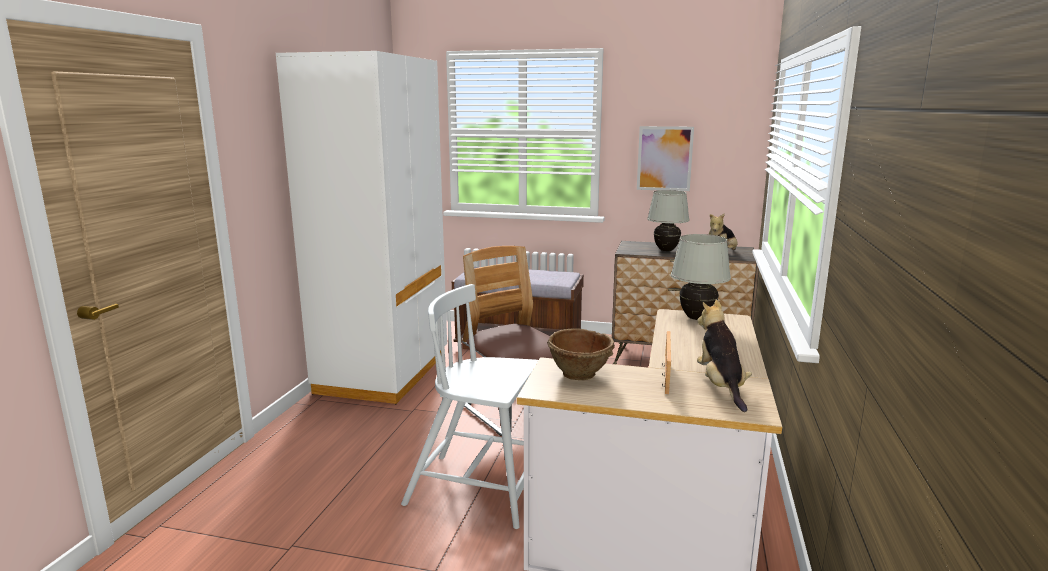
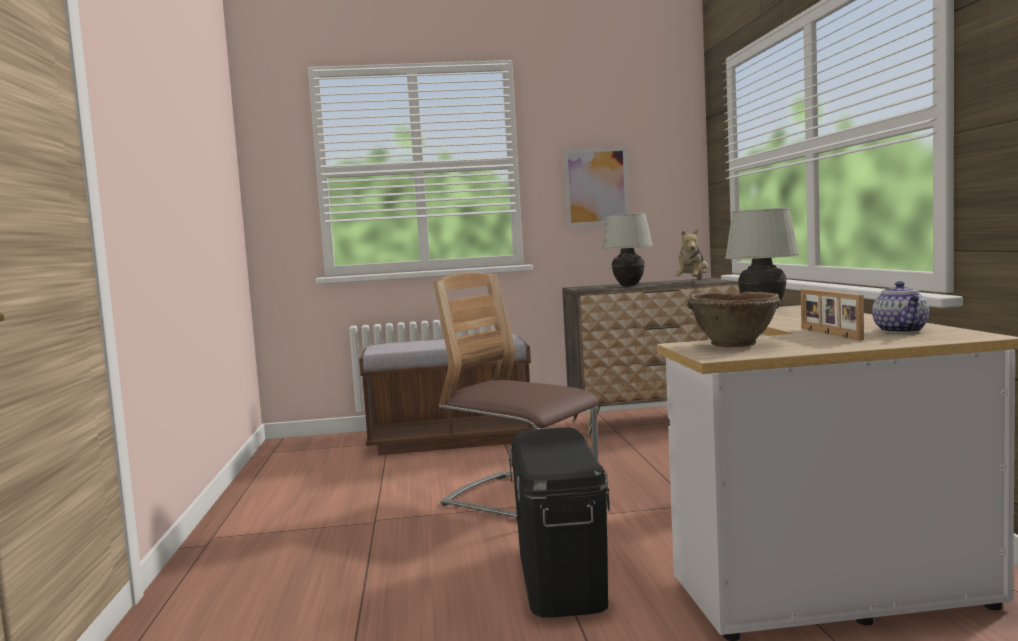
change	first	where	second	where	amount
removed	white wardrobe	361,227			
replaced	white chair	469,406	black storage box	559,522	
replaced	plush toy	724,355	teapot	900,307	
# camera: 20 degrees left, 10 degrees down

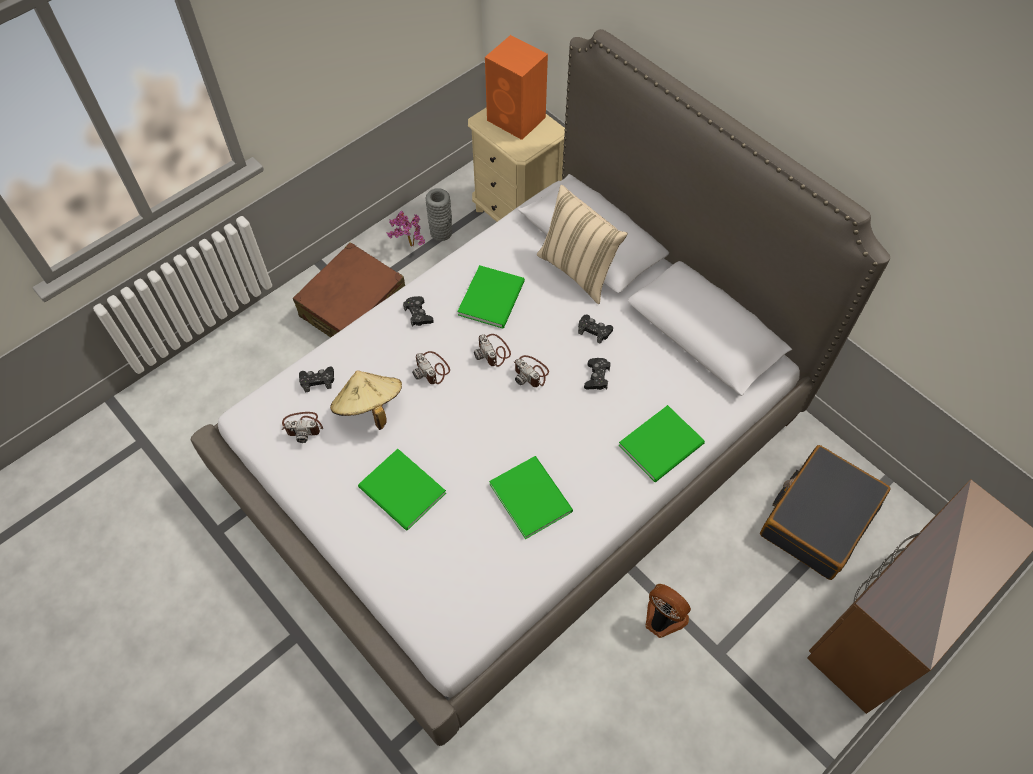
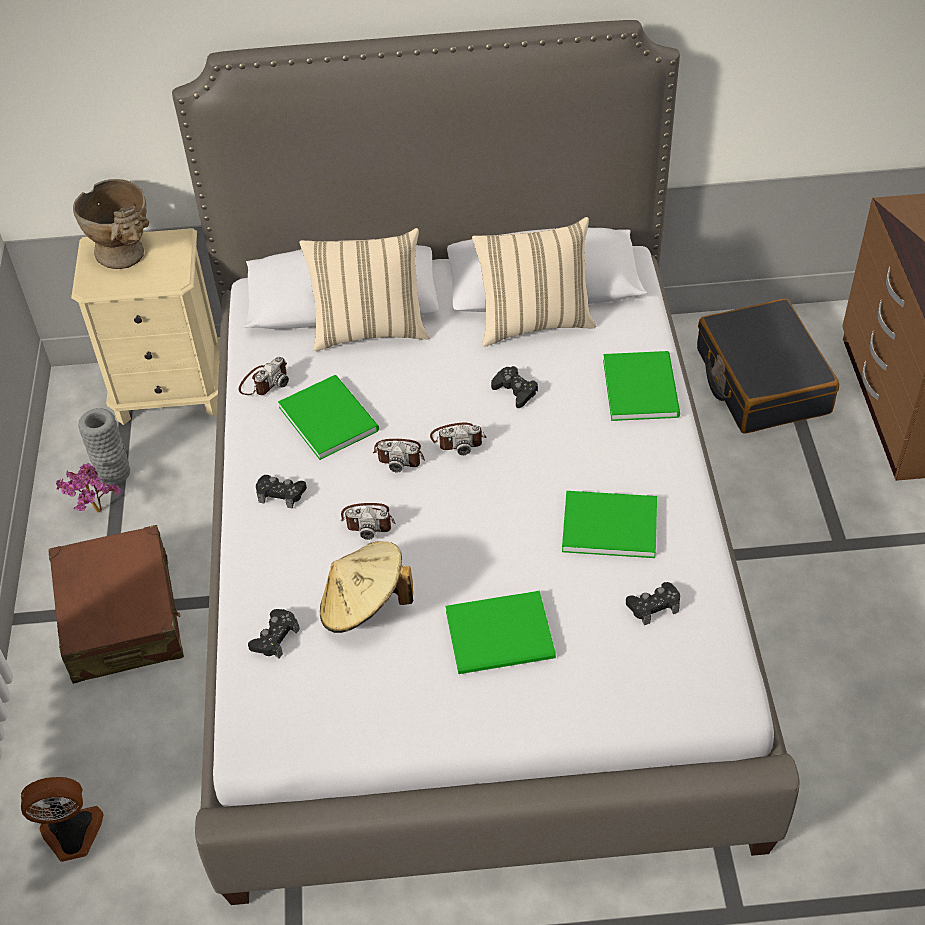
change	first	where	second	where	amount
added			beige pillow	534,282	
moved	photo camera	302,427		264,376	
moved	black game controller	595,329		653,603	
moved	fan	668,611		62,819	
replaced	orange speaker	516,87	beige vase	111,224	
# camera: 50 degrees left, 10 degrees down

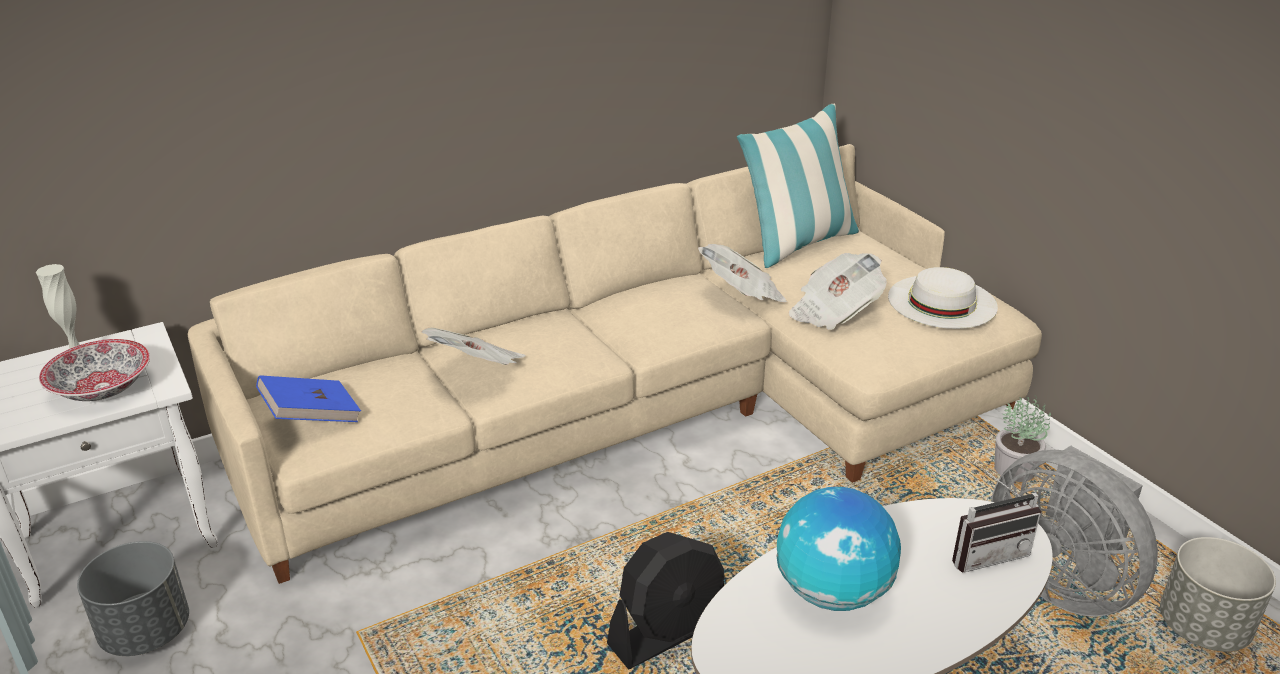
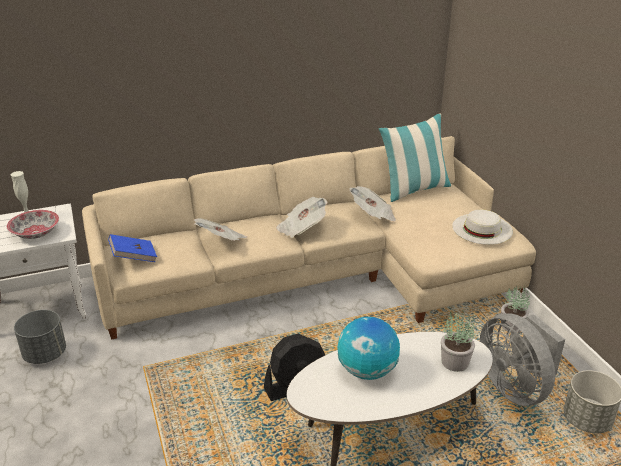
change	first	where	second	where	amount
moved	newspaper	838,291		302,217	
replaced	radio	996,520	potted plant	458,341	
# camera: 10 degrees right, 0 degrees up

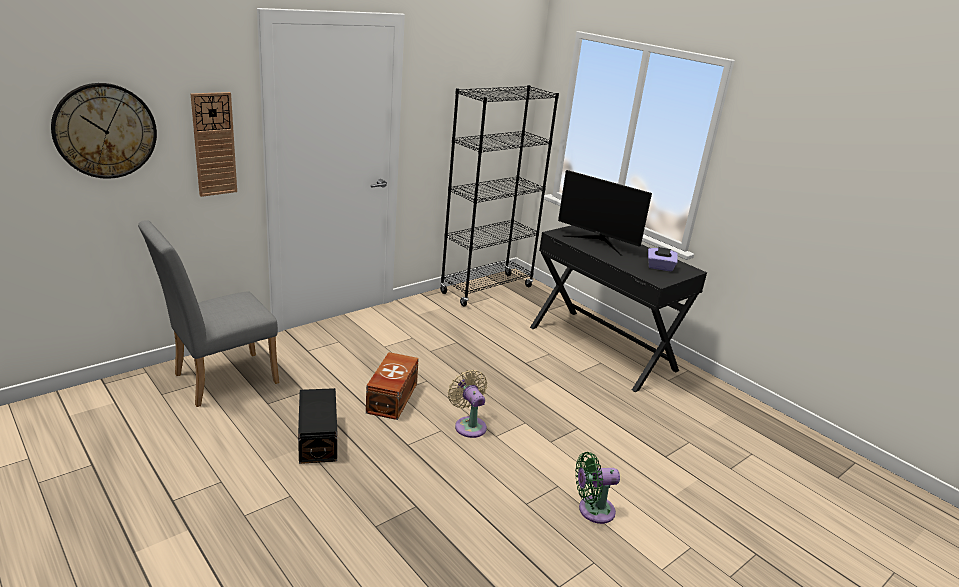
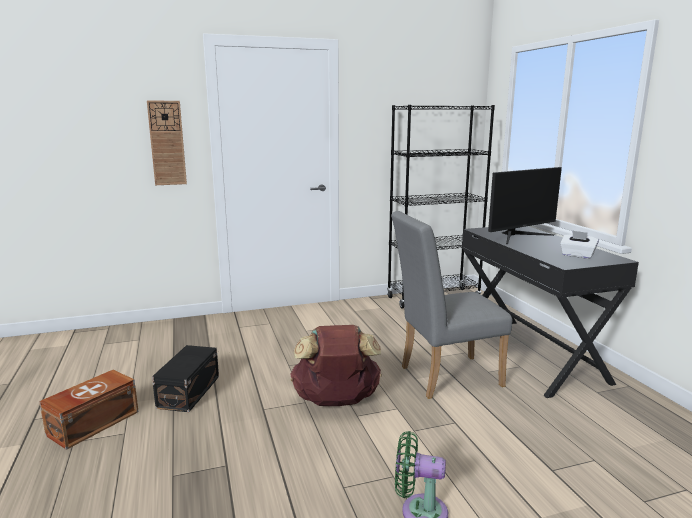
change	first	where	second	where	amount
removed	wall clock	104,131			
moved	grey chair	208,313		451,305	
moved	brown storage box	392,386		89,410	
replaced	beige fan	467,404	brown backpack	336,365	
recoloured	purple tissue box	663,259	white tissue box	579,244	
turned	monitor	605,213		525,205	90 degrees counterclockwise
# camera: 25 degrees right, 10 degrees down

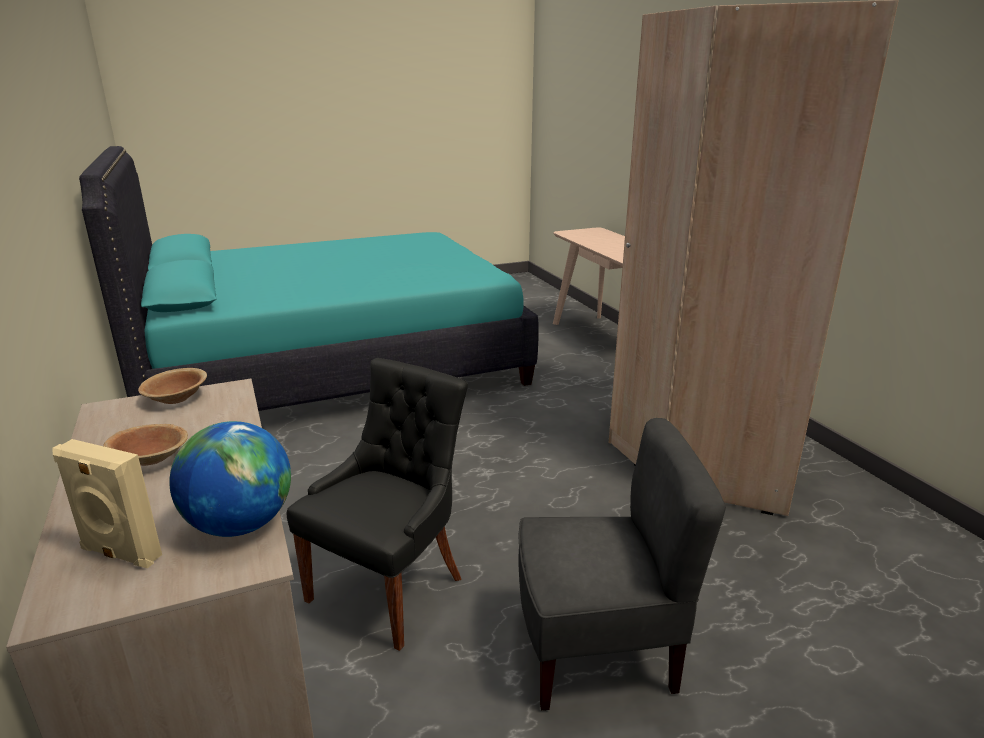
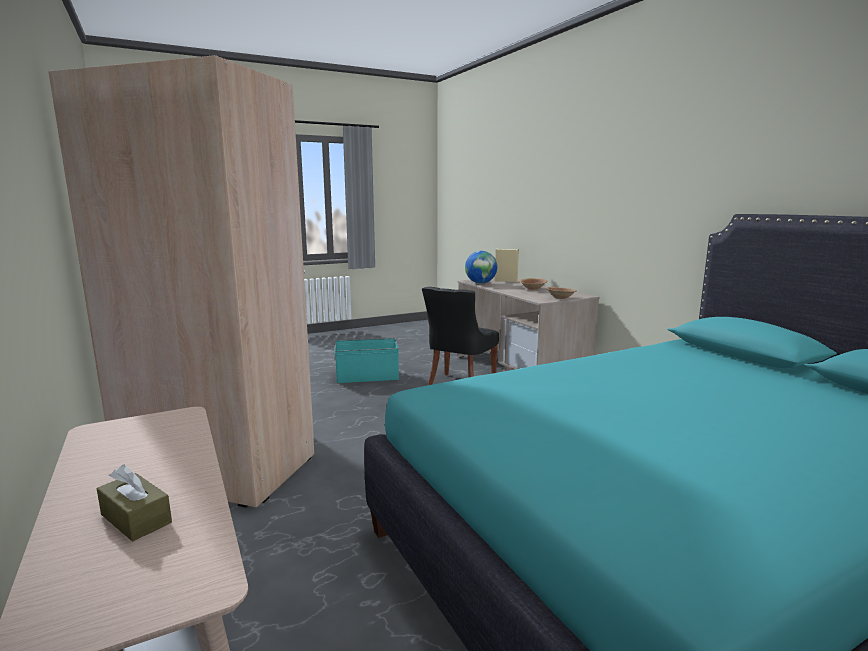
change	first	where	second	where	amount
added			brown tissue box	134,503	
replaced	grey chair	622,564	turquoise storage box	367,360	
# camera: 175 degrees right, 10 degrees down

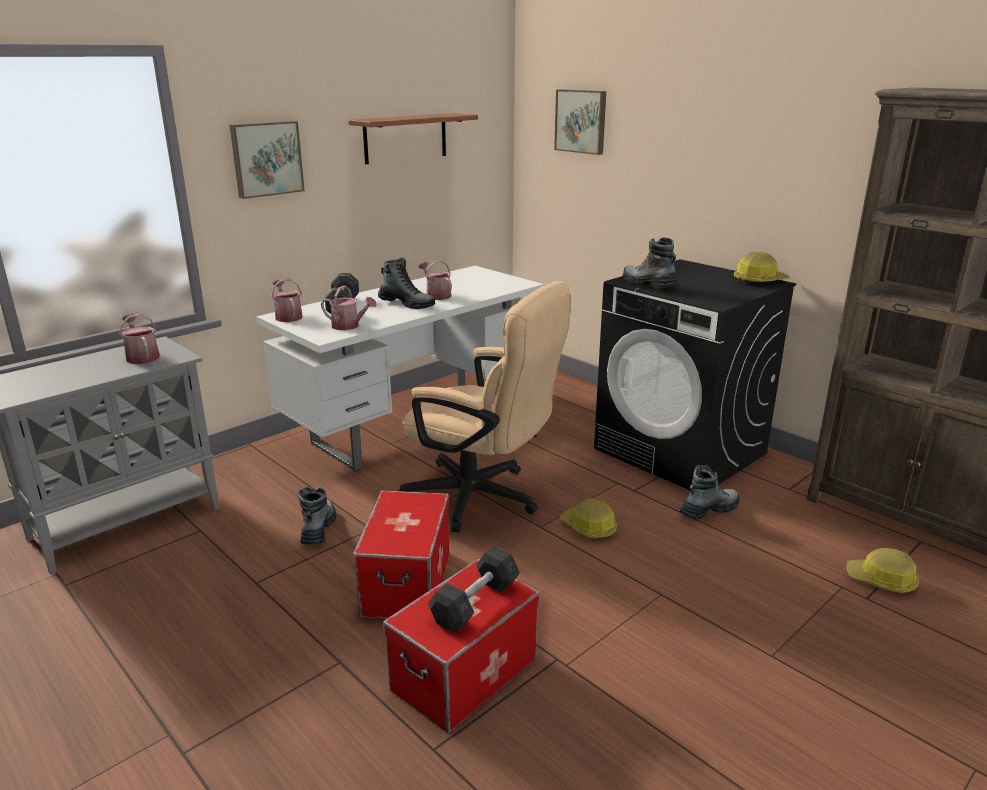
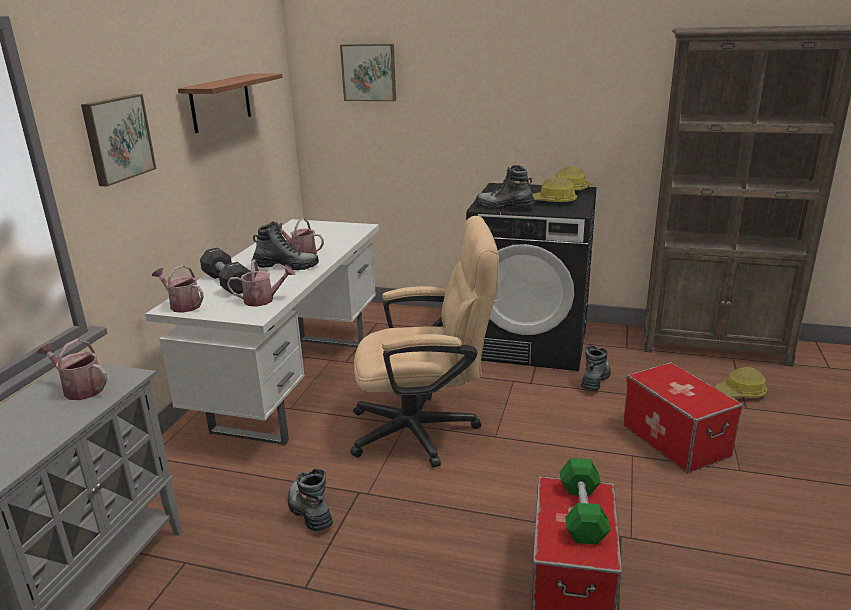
change	first	where	second	where	amount
moved	storage box	401,554		683,417	
moved	hard hat	588,519		554,190	
recoloured	grey dumbbell	474,589	green dumbbell	585,501	
# camera: 30 degrees left, 0 degrees up

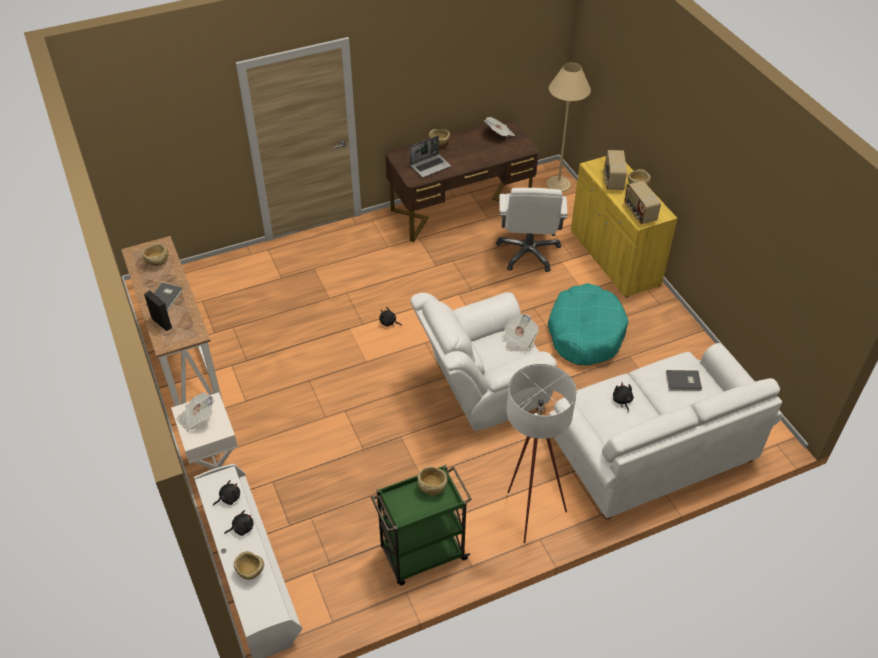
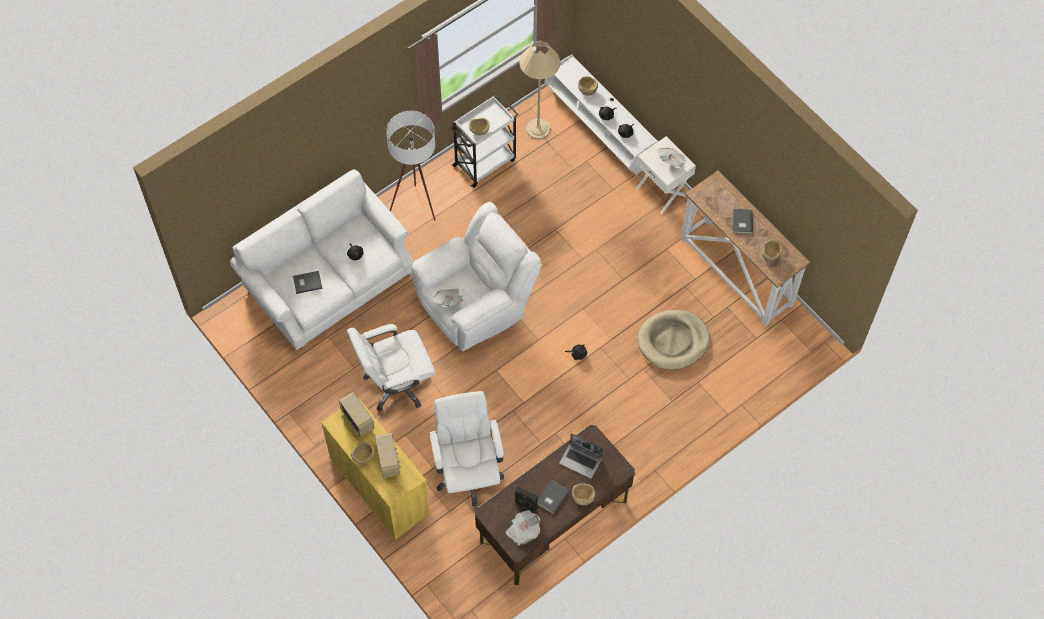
change	first	where	second	where	amount
added			grey book	553,497	
added			beige dog bed	674,340	
moved	black speaker	158,311		526,499	
moved	beige floor lamp	568,127		539,90	
replaced	turquoise dog bed	588,324	white office chair	391,367	
recoloured	green cart	421,525	white cart	484,141	
turned	laptop	430,157		581,456	105 degrees counterclockwise
# camera: 165 degrees right, 15 degrees up

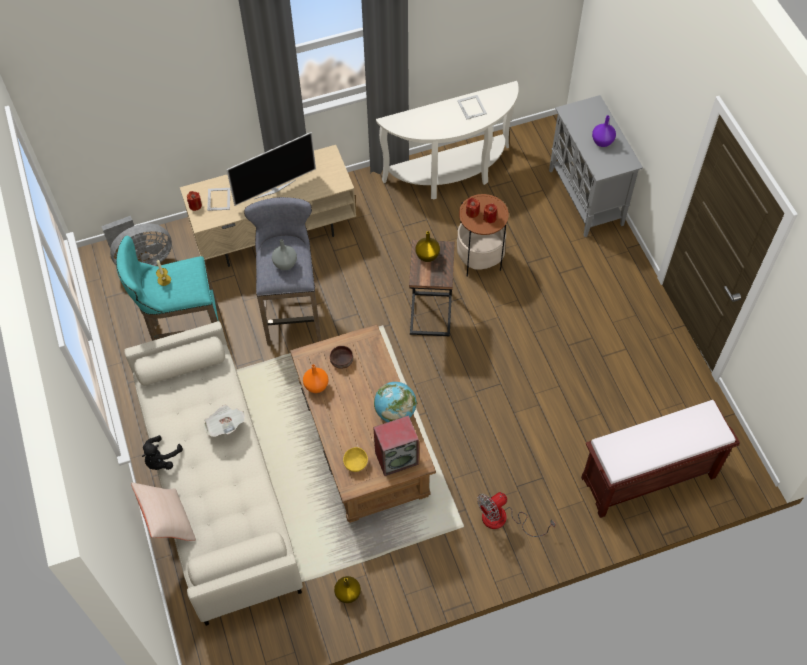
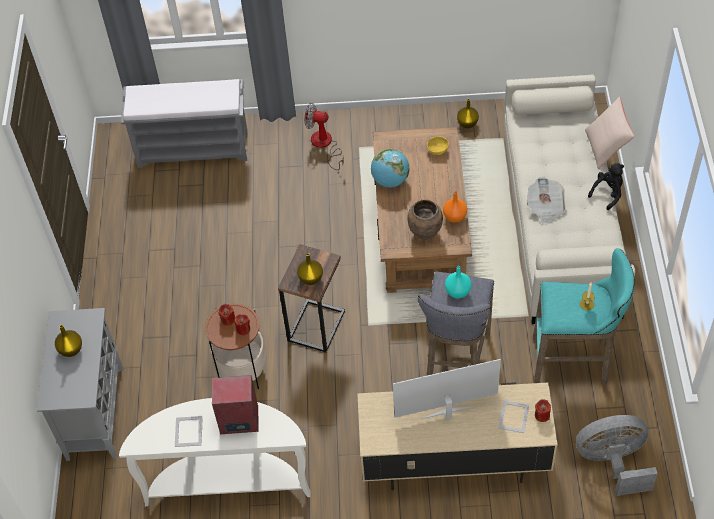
change	first	where	second	where	amount
moved	speaker	396,445		235,404	
replaced	brown bowl	341,357	brown vase	425,219	
recoloured	grey vase	284,254	turquoise vase	458,282	
recoloured	brown bench	660,459	grey bench	184,123	
recoloured	purple vase	604,131	yellow vase	68,341	
turned	fan	516,514		324,136	150 degrees counterclockwise
# camera: 160 degrees left, 5 degrees down

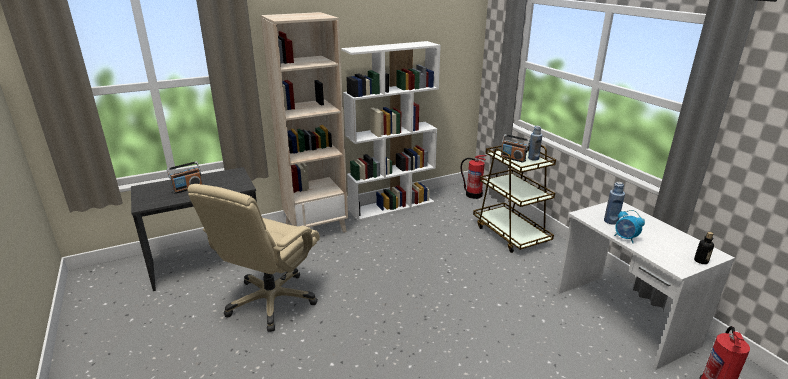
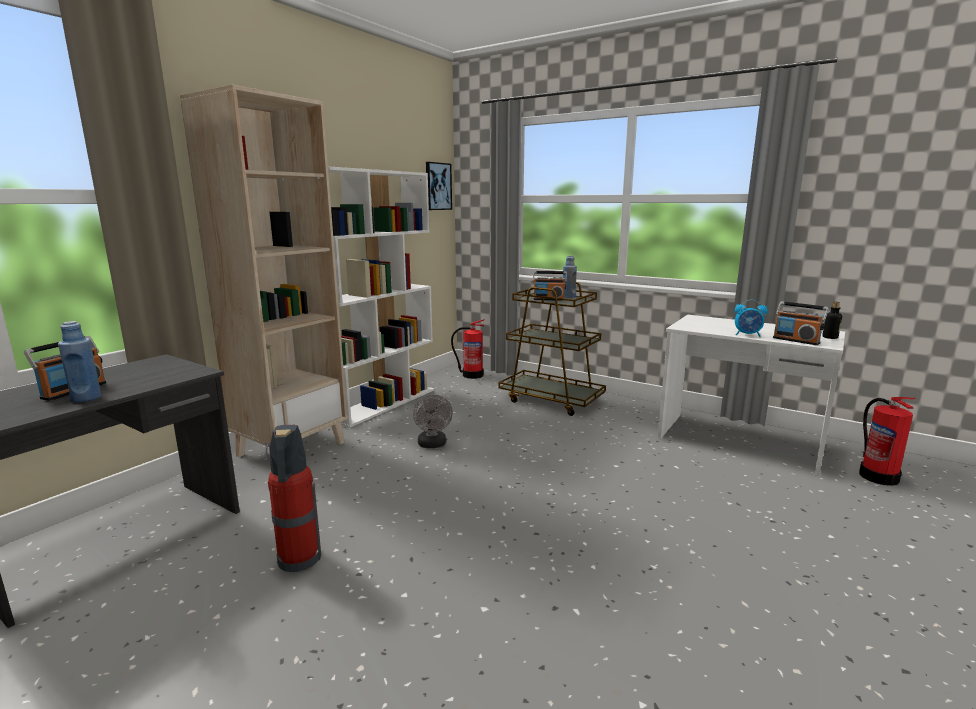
change	first	where	second	where	amount
added			grey fan	433,421	
added			picture	439,186	
added			radio	801,323	
moved	blue bottle	614,203		79,361	
replaced	beige office chair	253,258	fire extinguisher	293,498	
# camera: 30 degrees left, 10 degrees down

